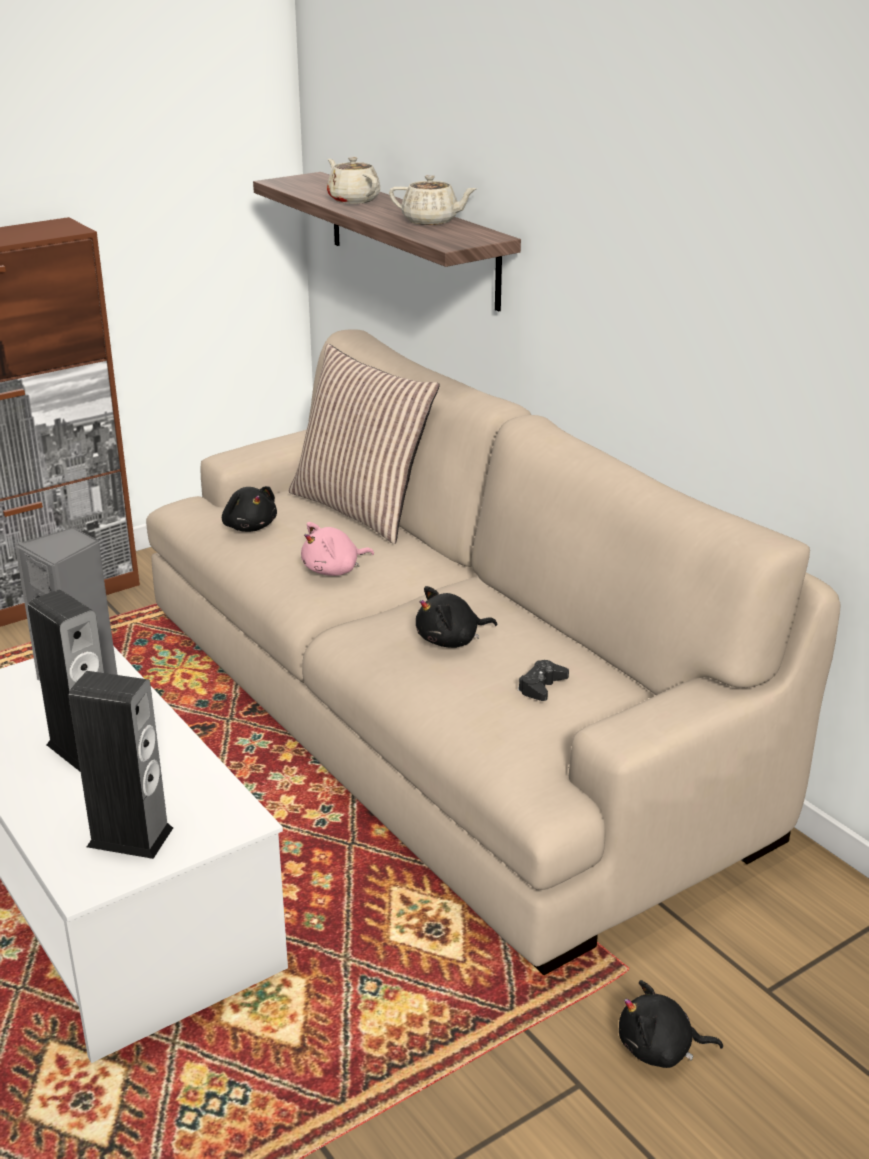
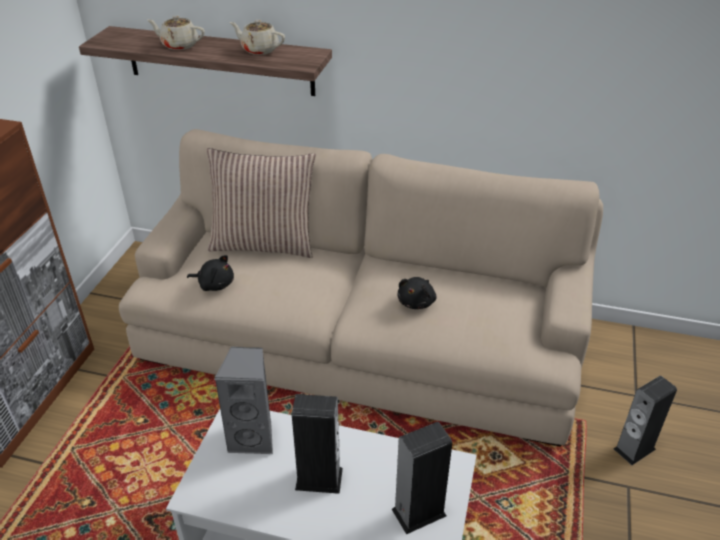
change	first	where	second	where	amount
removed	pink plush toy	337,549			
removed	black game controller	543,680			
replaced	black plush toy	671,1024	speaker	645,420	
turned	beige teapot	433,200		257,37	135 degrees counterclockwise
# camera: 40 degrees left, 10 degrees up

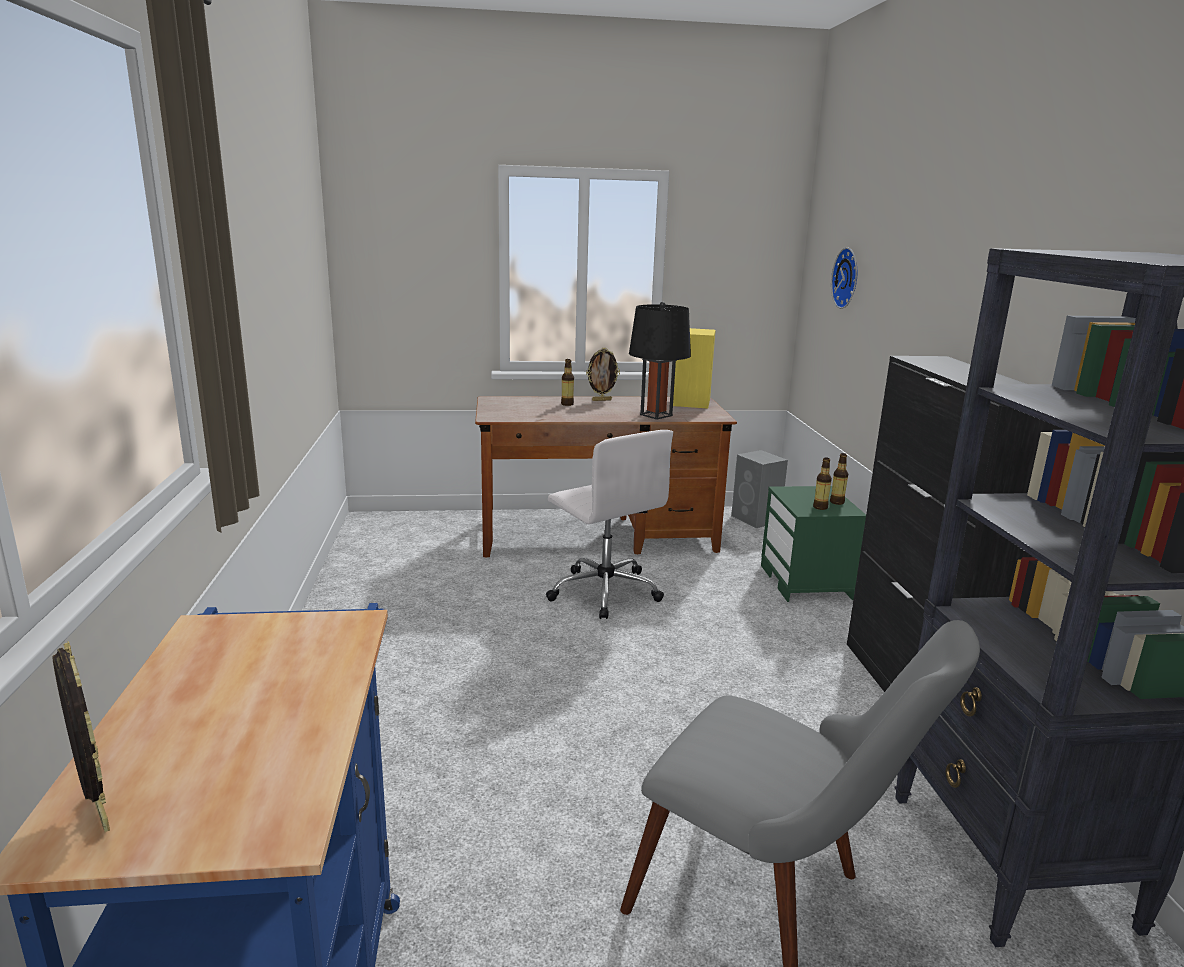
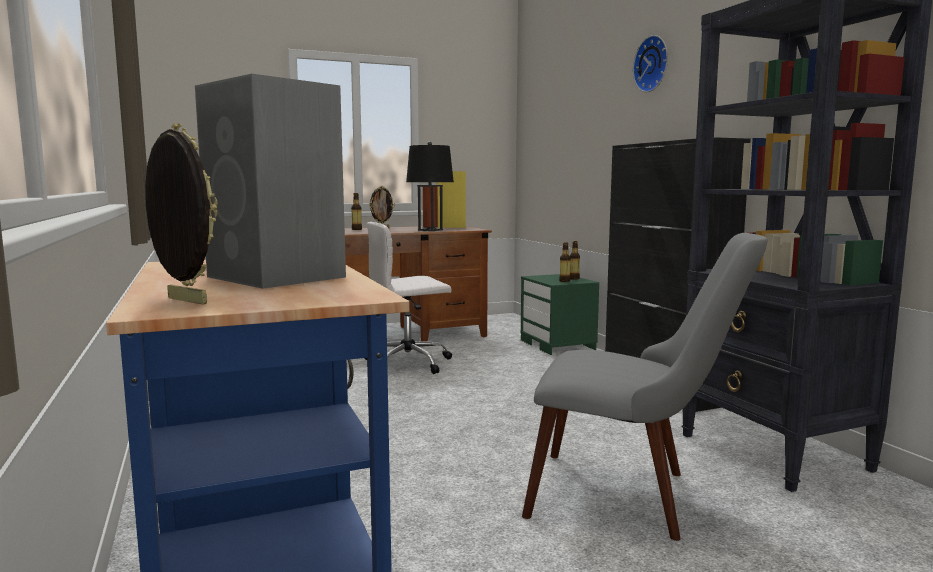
change	first	where	second	where	amount
moved	grey speaker	759,489		270,181	
moved	wall clock	844,278		650,63	
turned	white office chair	609,524		408,298	120 degrees clockwise
# camera: 15 degrees left, 10 degrees down

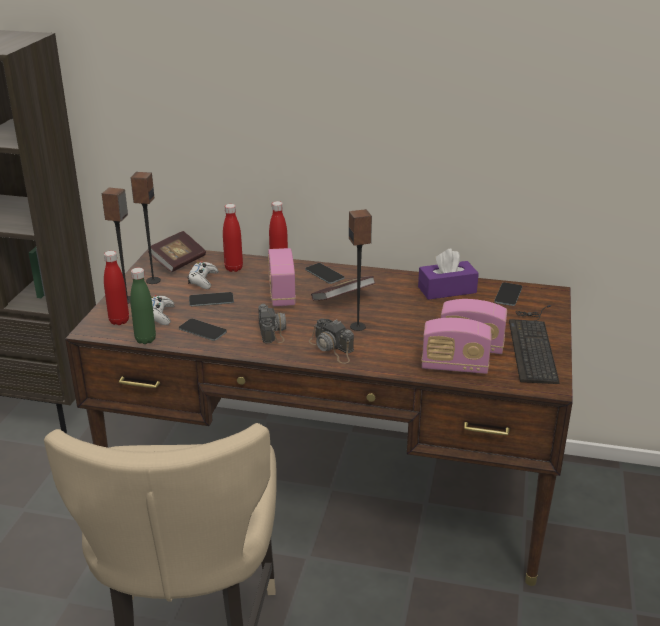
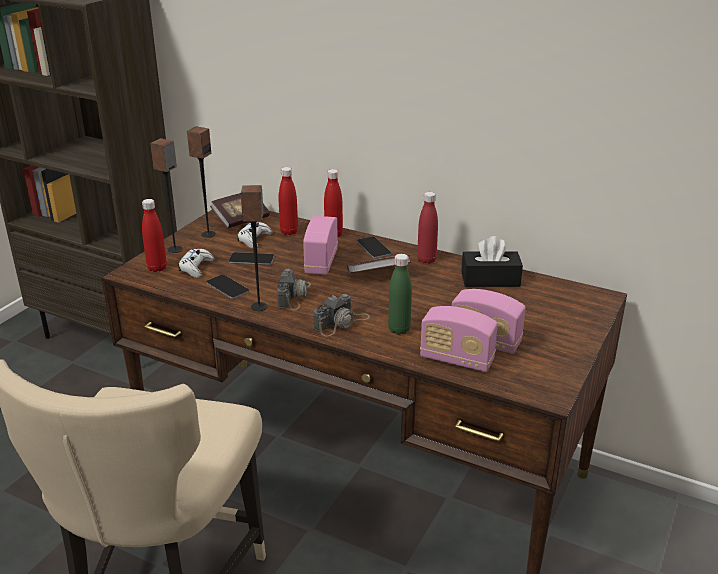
change	first	where	second	where	amount
removed	phone	508,294			
removed	keyboard	534,344			
added			red bottle	427,228	
moved	green bottle	143,306		400,294	
moved	speaker	360,270		254,248	
recoloured	purple tissue box	448,274	black tissue box	492,261	
turned	photo camera	331,341		341,315	105 degrees counterclockwise
# camera: 15 degrees right, 0 degrees up

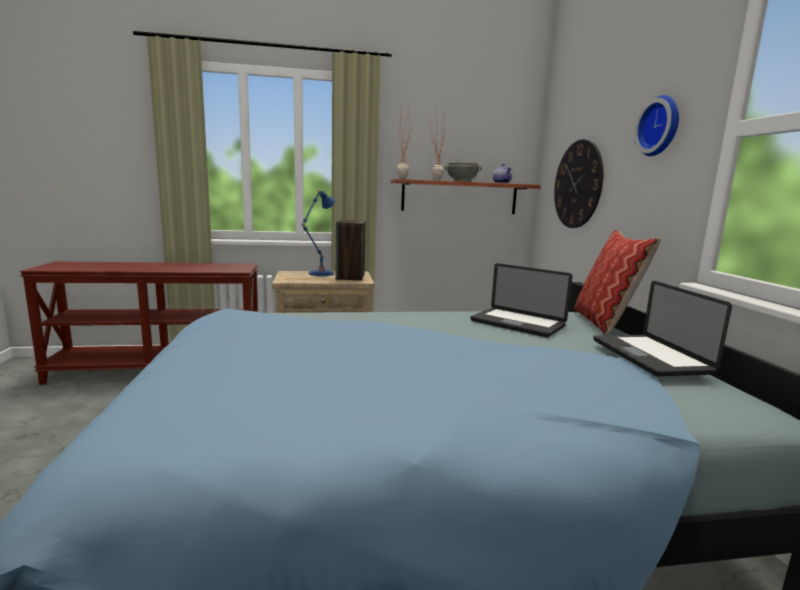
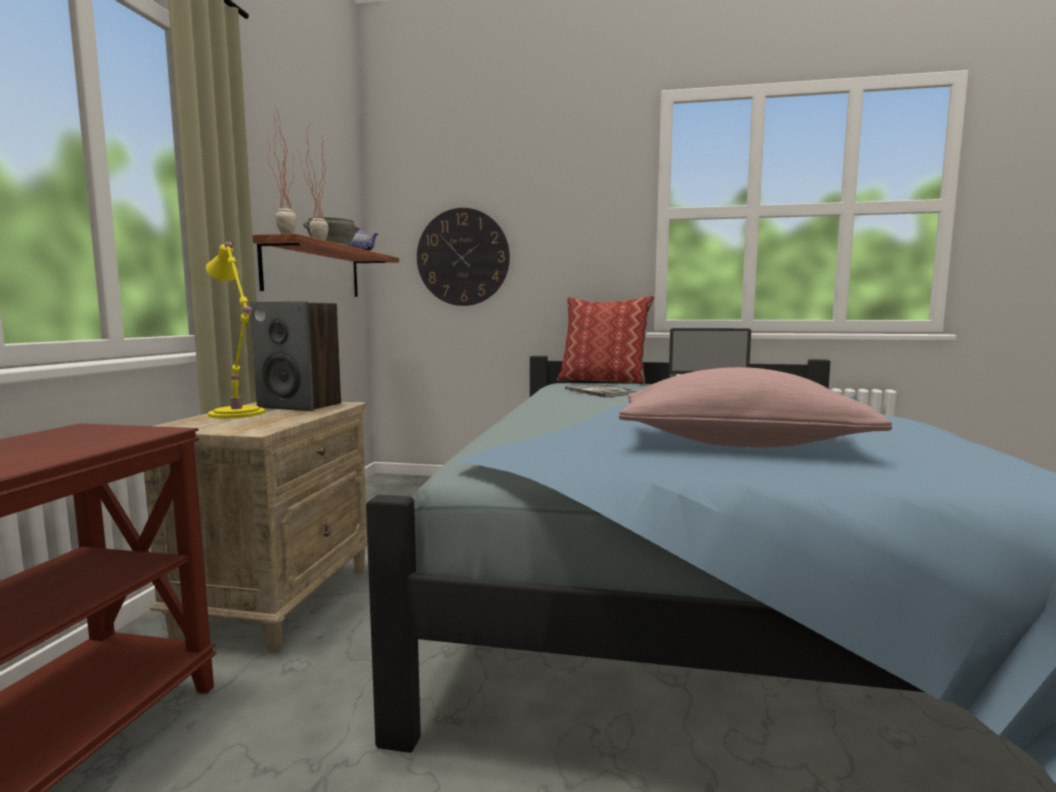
change	first	where	second	where	amount
removed	wall clock	656,125			
added			pink pillow	755,407	
replaced	laptop	521,300	book	601,390	
recoloured	blue table lamp	318,233	yellow table lamp	235,329	
# camera: 70 degrees left, 5 degrees down

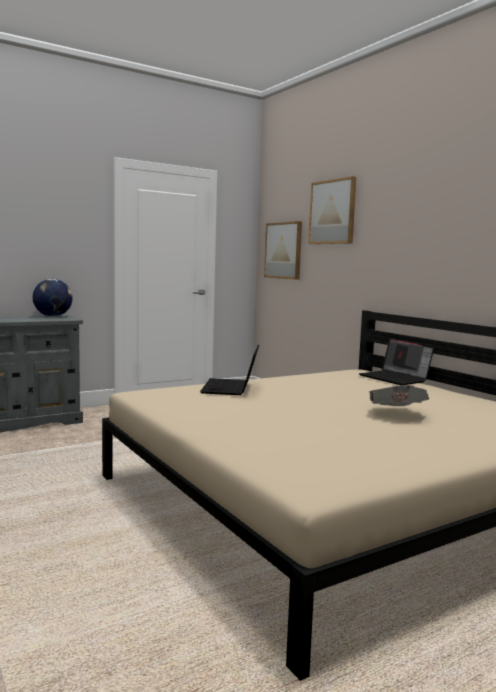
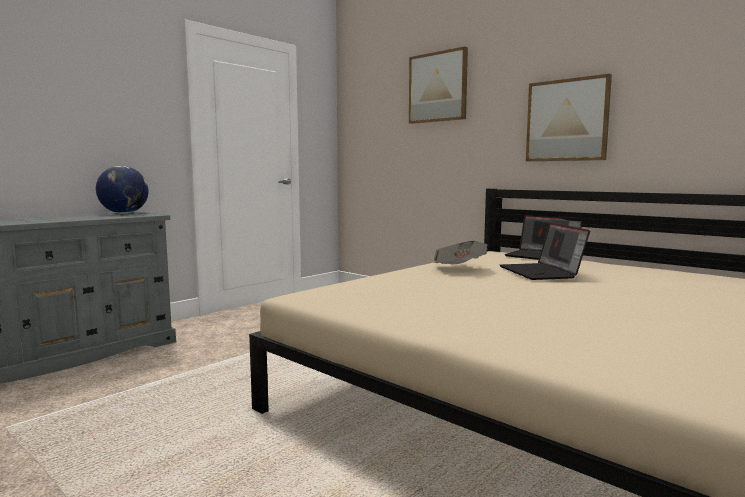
change	first	where	second	where	amount
moved	laptop	229,369		545,251	
moved	picture	283,250		569,117	
moved	newspaper	399,396		460,252	
# camera: 15 degrees left, 0 degrees up

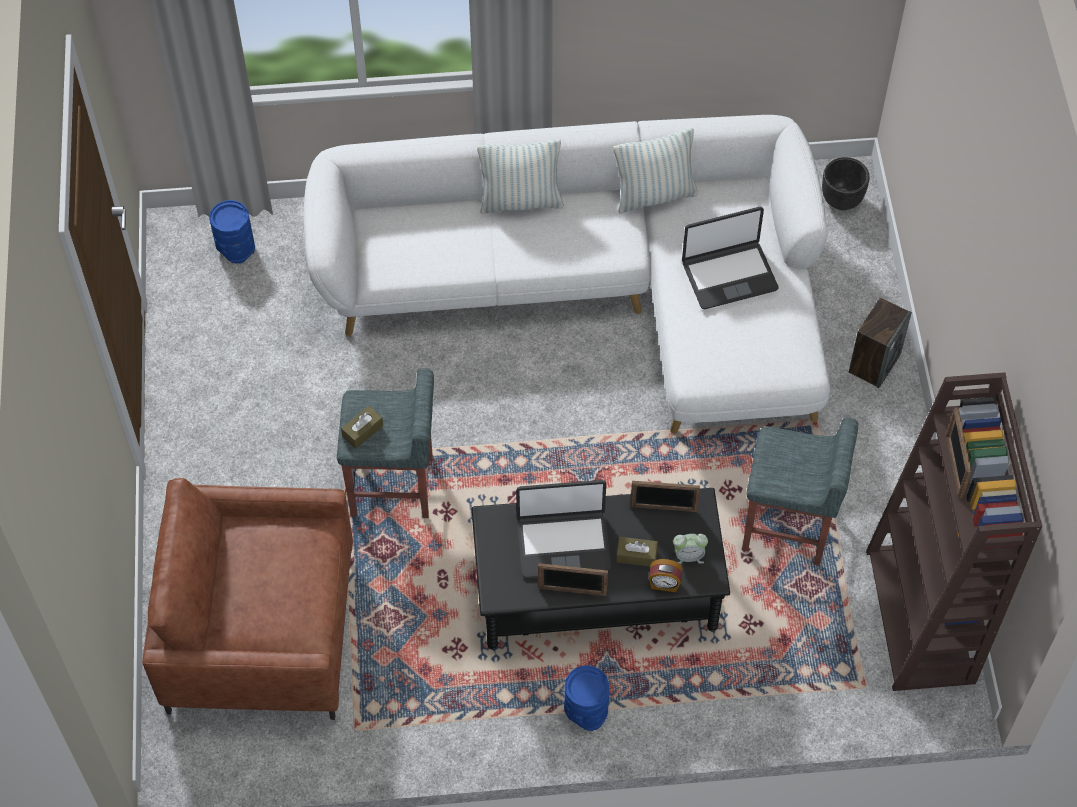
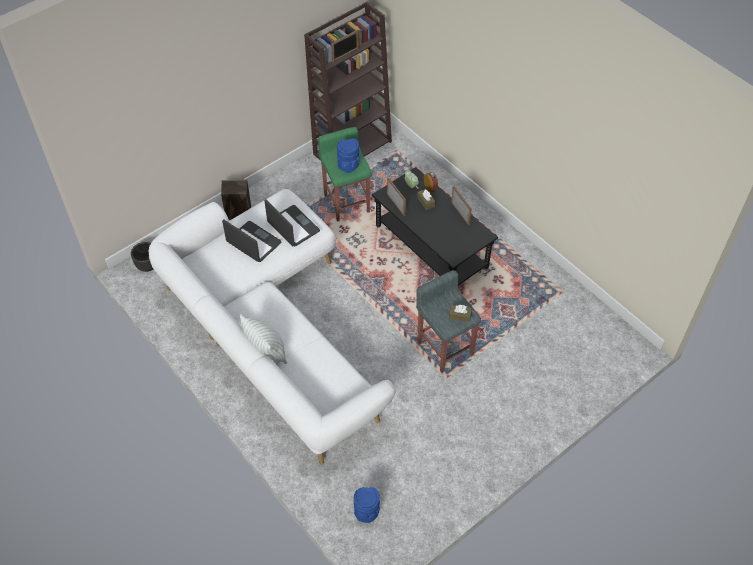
change	first	where	second	where	amount
removed	brown armchair	247,599			
removed	pillow	655,171			
moved	laptop	563,529		292,223	
moved	blue vase	586,698		348,155	
recoloured	grey stool	800,491	green stool	345,174	
# camera: 125 degrees left, 5 degrees down

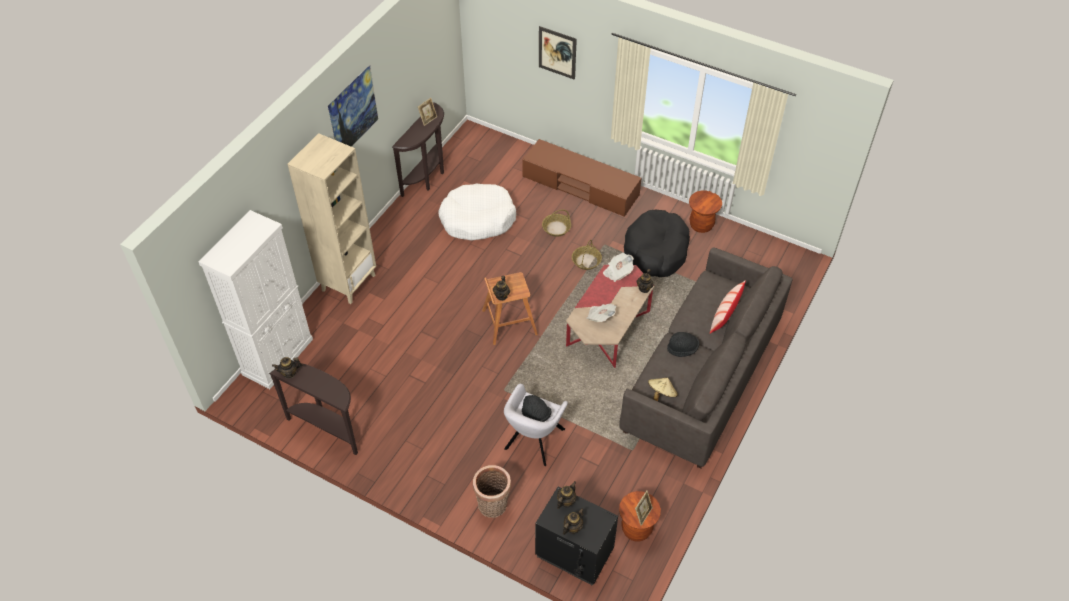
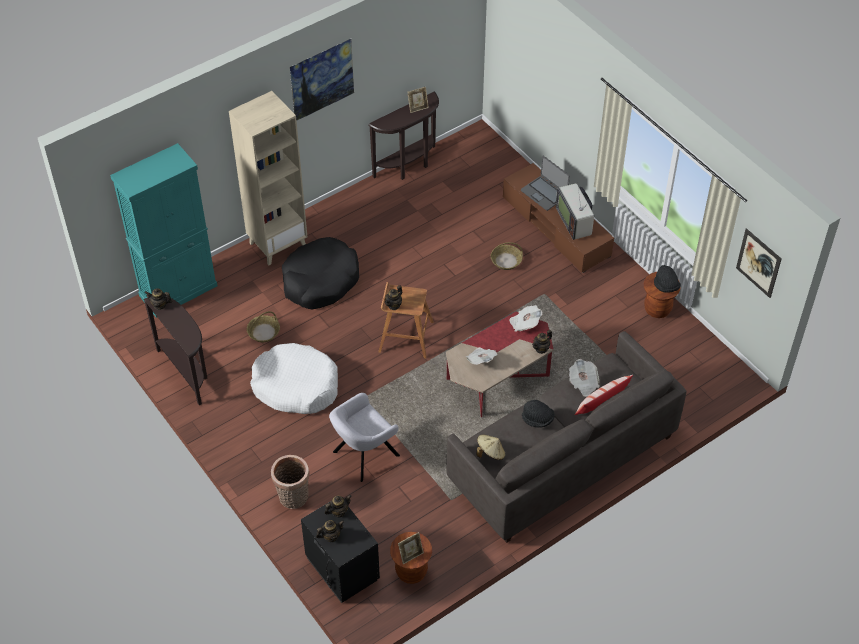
change	first	where	second	where	amount
added			laptop	545,183	
added			television	575,211	
added			newspaper	584,378	
moved	white dog bed	477,212		294,378	
moved	black hat	536,408		667,279	
moved	picture	558,53		759,263	
moved	basket	587,255		263,326	
moved	black dog bed	657,243		320,273	
recoloured	white cabinet	255,299	turquoise cabinet	164,230	
# camera: 25 degrees right, 0 degrees up

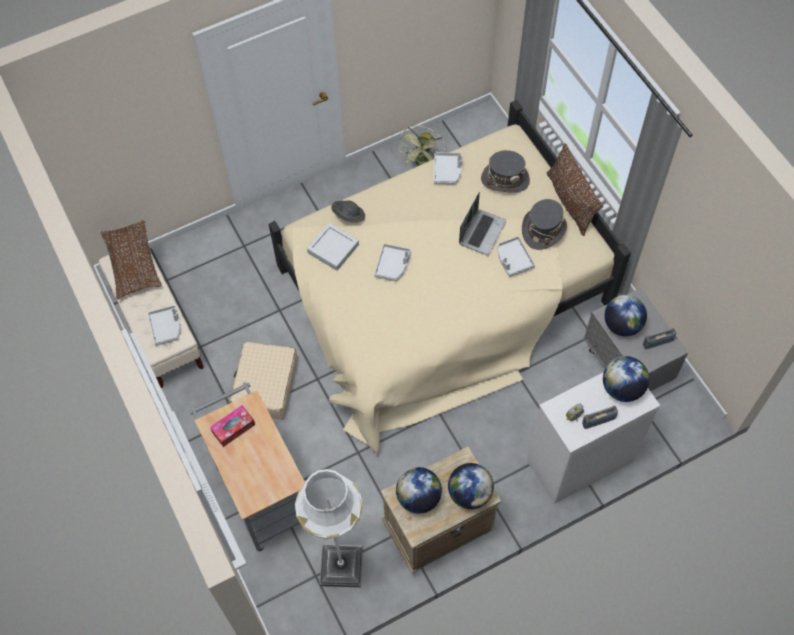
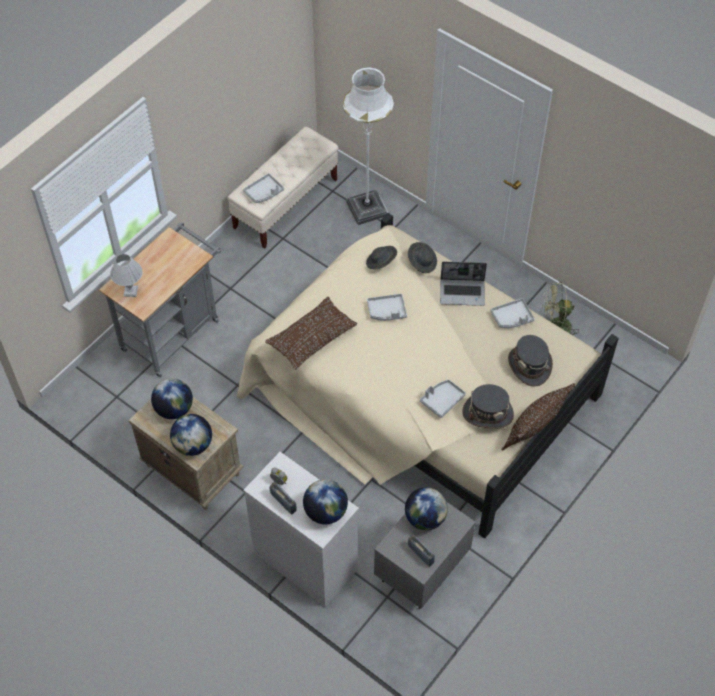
change	first	where	second	where	amount
removed	tissue box	232,426			
removed	beige suitcase	264,381			
added			white table lamp	126,275	
moved	brown pillow	131,259		311,333	
moved	white floor lamp	329,528		368,146	
moved	laptop	482,223		463,284	
replaced	grey tray	333,247	grey hat	381,257	
# camera: 65 degrees right, 5 degrees down

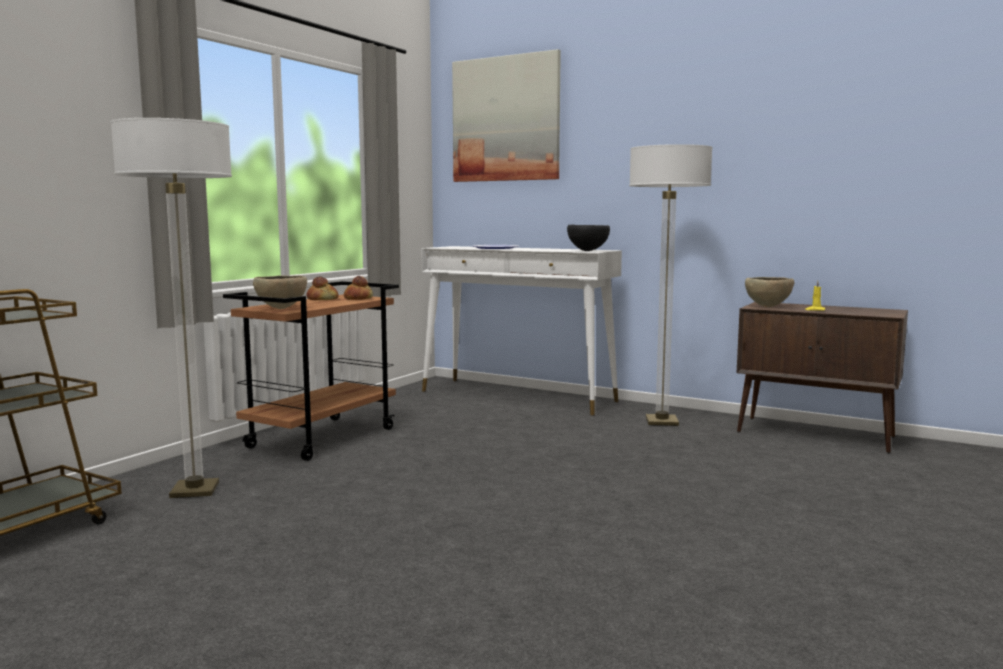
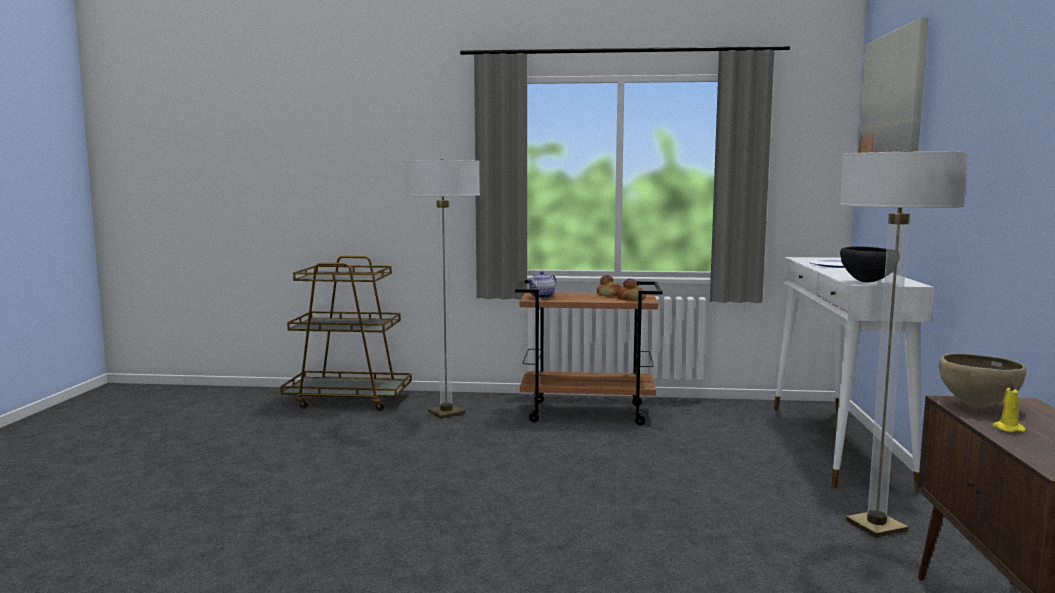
change	first	where	second	where	amount
replaced	brown bowl	280,292	teapot	542,284	
# camera: 65 degrees right, 0 degrees up

